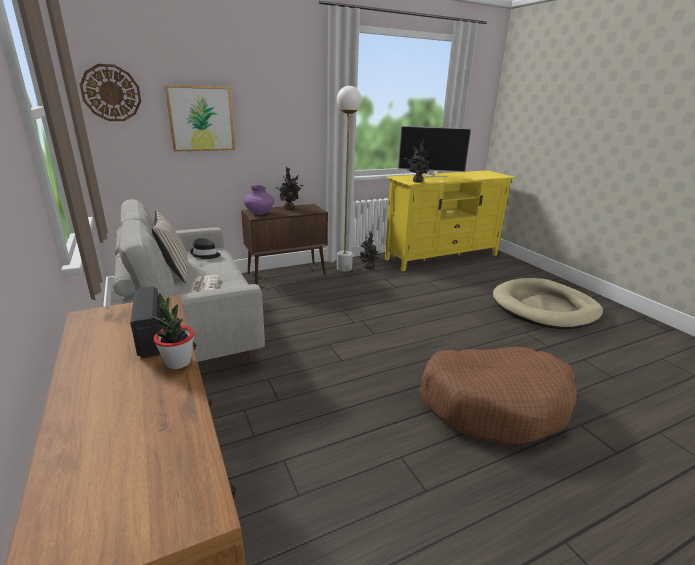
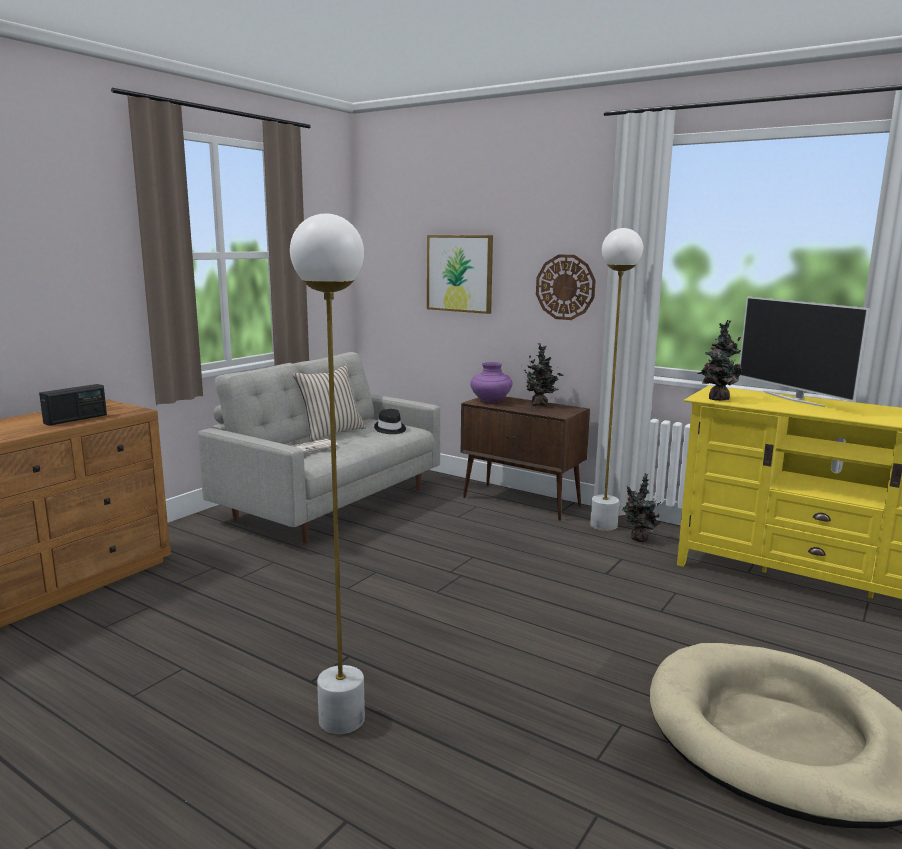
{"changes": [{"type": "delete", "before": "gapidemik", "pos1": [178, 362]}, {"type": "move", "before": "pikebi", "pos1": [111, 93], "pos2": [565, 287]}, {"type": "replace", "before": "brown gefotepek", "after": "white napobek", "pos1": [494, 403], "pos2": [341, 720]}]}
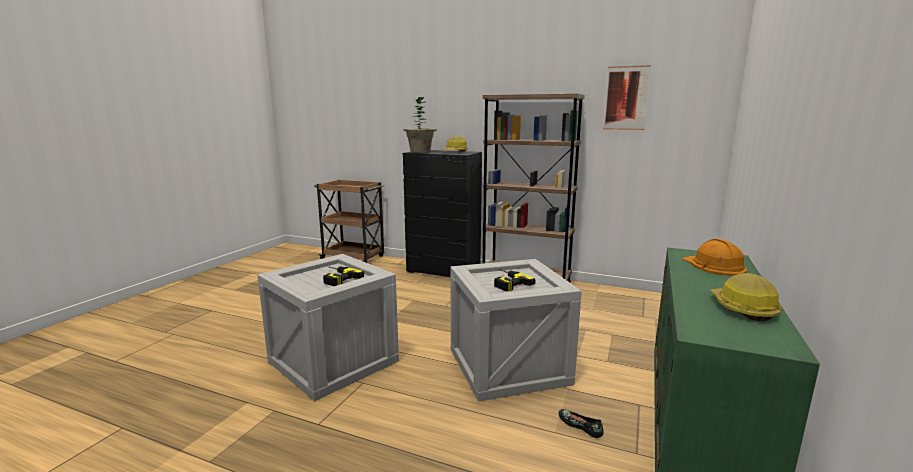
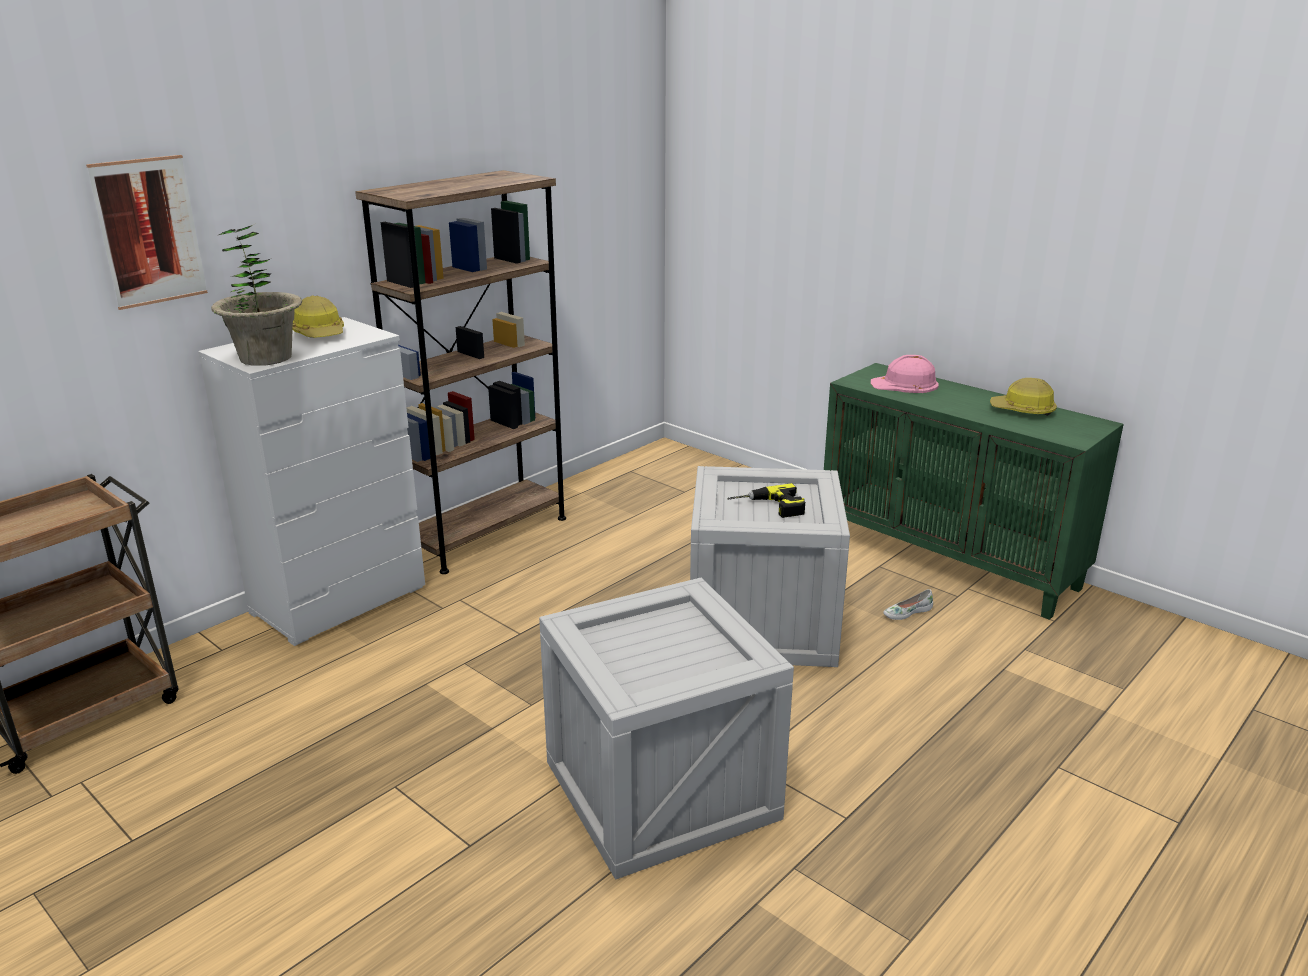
{"changes": [{"type": "delete", "before": "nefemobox", "pos1": [335, 278]}, {"type": "move", "before": "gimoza", "pos1": [626, 98], "pos2": [149, 232]}, {"type": "recolor", "before": "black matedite", "after": "white matedite", "pos1": [444, 270], "pos2": [340, 600]}, {"type": "recolor", "before": "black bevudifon", "after": "white bevudifon", "pos1": [580, 426], "pos2": [907, 612]}, {"type": "recolor", "before": "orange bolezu", "after": "pink bolezu", "pos1": [714, 265], "pos2": [905, 384]}]}
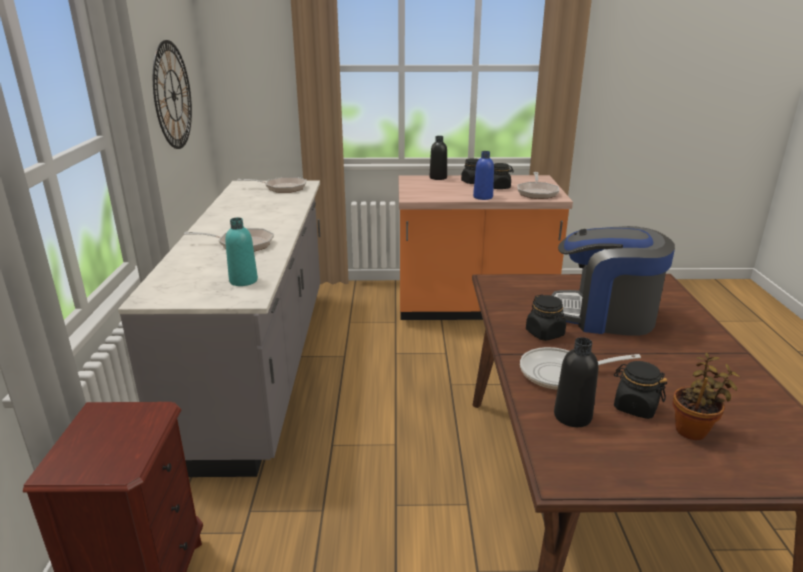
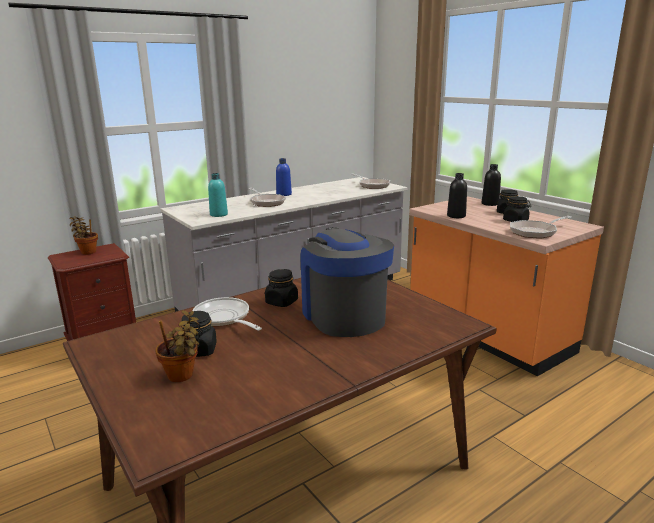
{"changes": [{"type": "delete", "before": "pikebi", "pos1": [173, 95]}, {"type": "insert", "after": "gapidemik", "pos2": [87, 252]}, {"type": "move", "before": "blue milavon", "pos1": [483, 197], "pos2": [284, 194]}, {"type": "move", "before": "black milavon", "pos1": [572, 416], "pos2": [456, 216]}]}
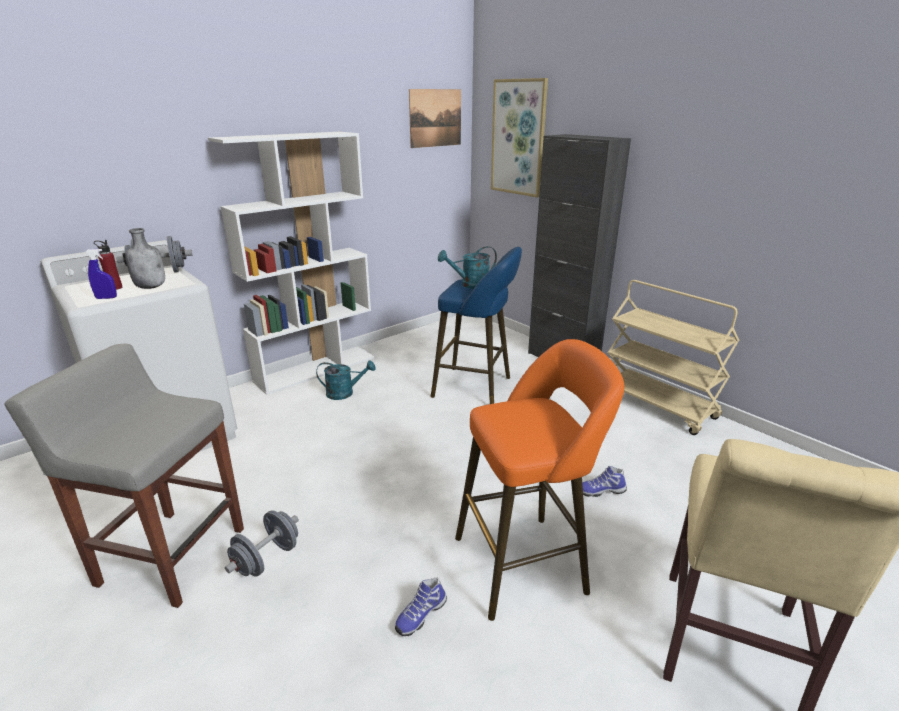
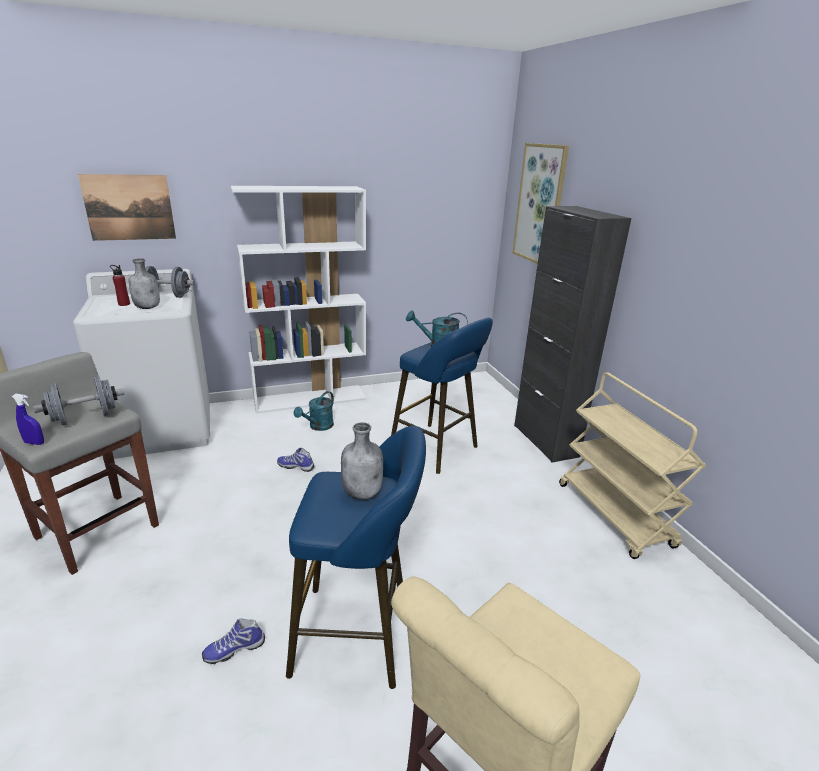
{"changes": [{"type": "insert", "after": "grey milavon", "pos2": [363, 492]}, {"type": "move", "before": "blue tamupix", "pos1": [106, 298], "pos2": [34, 443]}, {"type": "move", "before": "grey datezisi", "pos1": [267, 559], "pos2": [85, 418]}, {"type": "move", "before": "gimoza", "pos1": [435, 118], "pos2": [129, 207]}, {"type": "move", "before": "bevudifon", "pos1": [601, 490], "pos2": [296, 466]}, {"type": "recolor", "before": "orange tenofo", "after": "blue tenofo", "pos1": [526, 562], "pos2": [359, 635]}, {"type": "rotate", "before": "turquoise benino", "pos1": [345, 393], "pos2": [318, 427], "turn": 105}]}
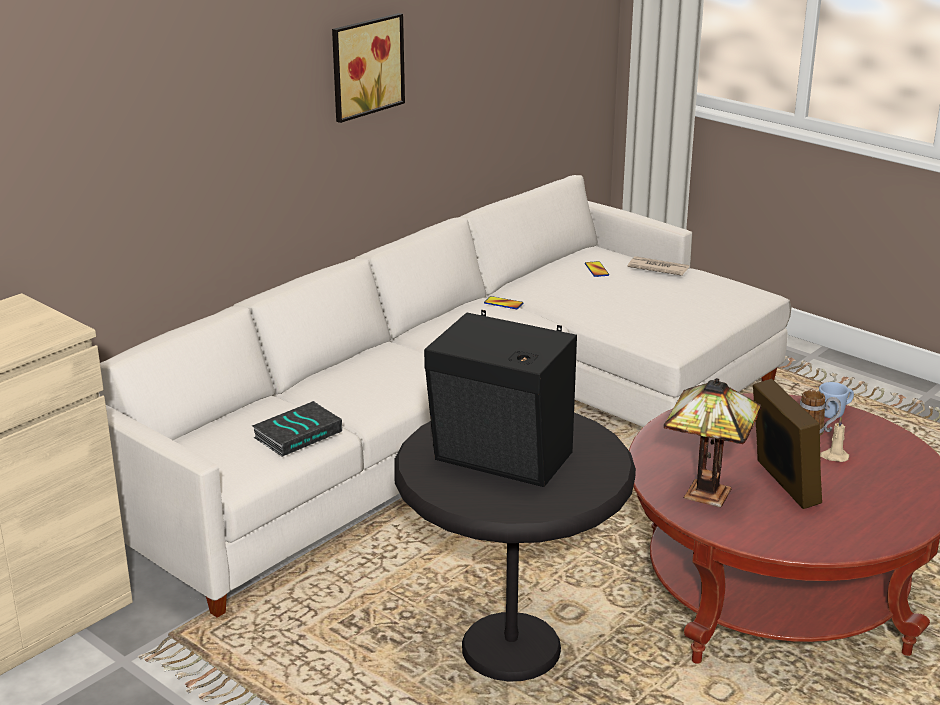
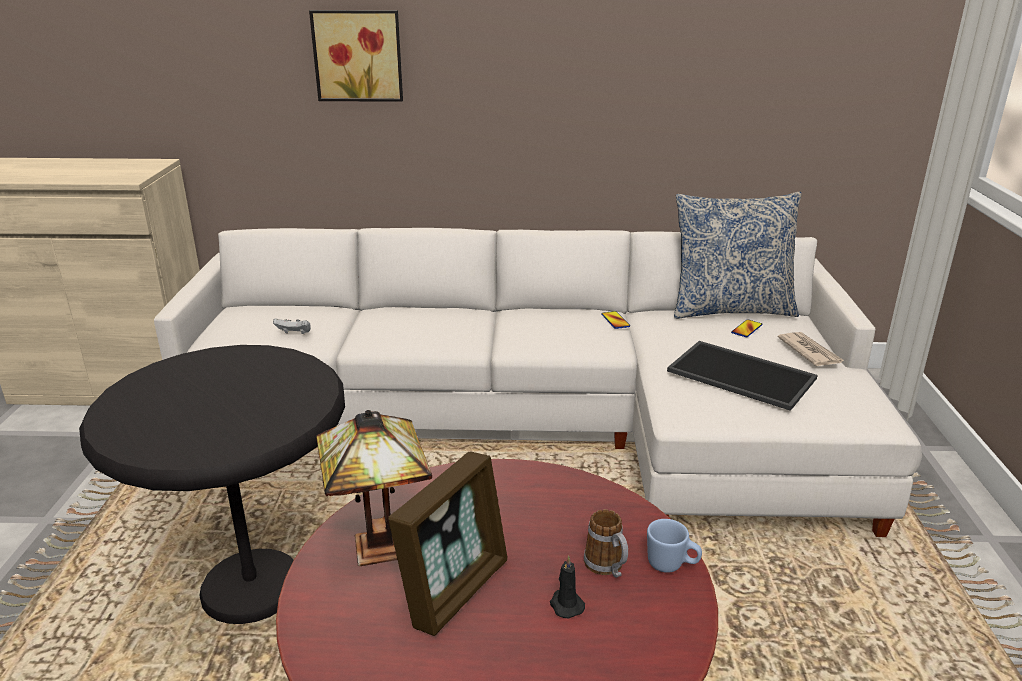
{"changes": [{"type": "delete", "before": "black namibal", "pos1": [503, 460]}, {"type": "insert", "after": "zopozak", "pos2": [743, 374]}, {"type": "insert", "after": "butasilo", "pos2": [730, 309]}, {"type": "move", "before": "gimoza", "pos1": [364, 66], "pos2": [358, 55]}, {"type": "replace", "before": "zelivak", "after": "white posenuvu", "pos1": [298, 434], "pos2": [294, 334]}, {"type": "recolor", "before": "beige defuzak", "after": "black defuzak", "pos1": [834, 456], "pos2": [565, 604]}]}
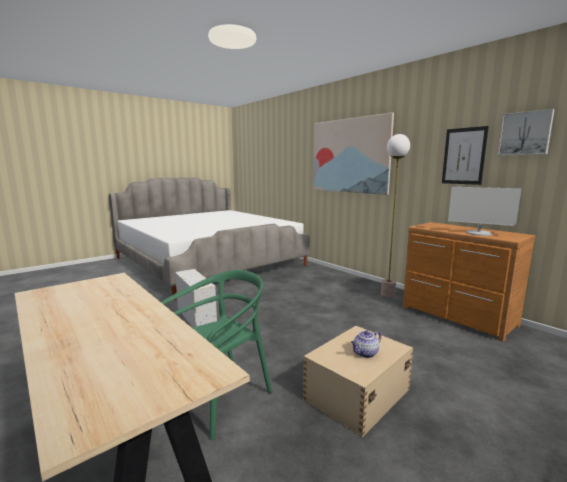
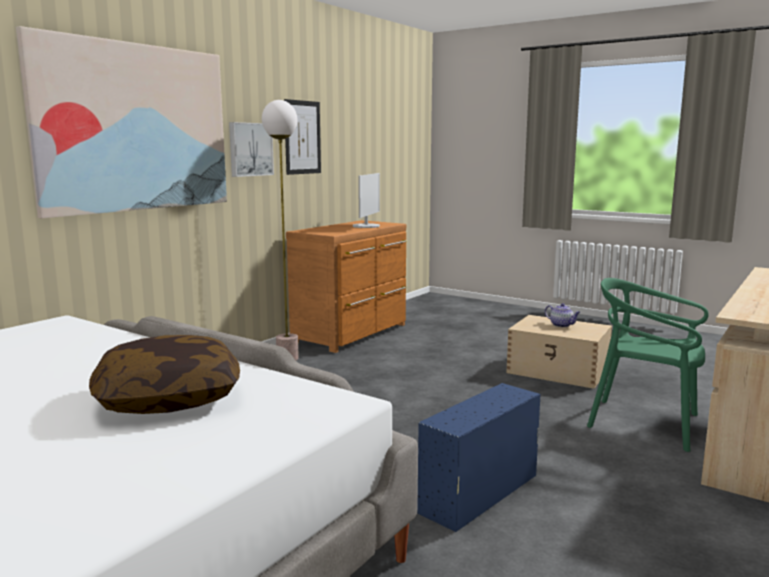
{"changes": [{"type": "insert", "after": "butasilo", "pos2": [169, 398]}, {"type": "move", "before": "gimoza", "pos1": [525, 133], "pos2": [250, 149]}, {"type": "recolor", "before": "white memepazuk", "after": "blue memepazuk", "pos1": [195, 317], "pos2": [478, 494]}]}
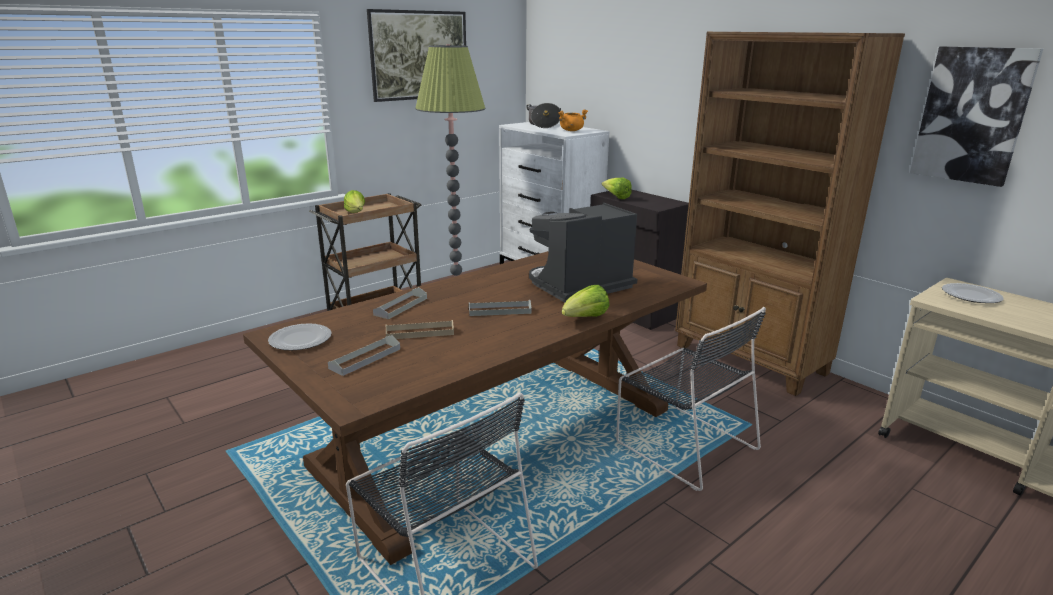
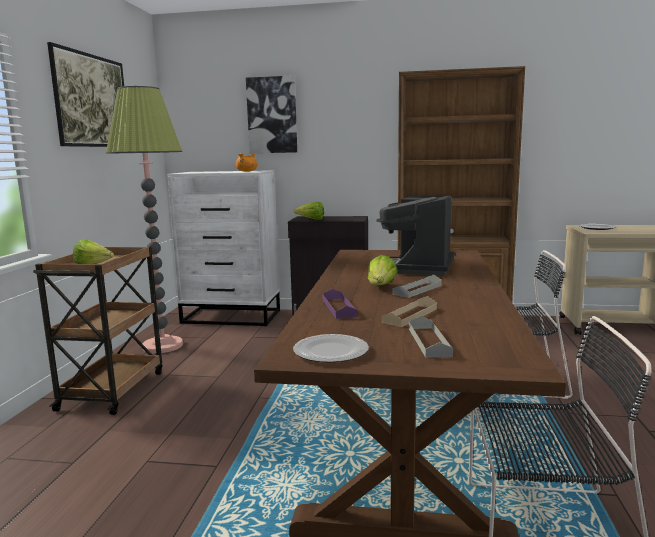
{"changes": [{"type": "delete", "before": "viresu", "pos1": [544, 125]}, {"type": "move", "before": "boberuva", "pos1": [585, 318], "pos2": [381, 287]}, {"type": "move", "before": "gimoza", "pos1": [972, 115], "pos2": [272, 115]}, {"type": "recolor", "before": "grey zopozak", "after": "purple zopozak", "pos1": [401, 306], "pos2": [339, 308]}]}
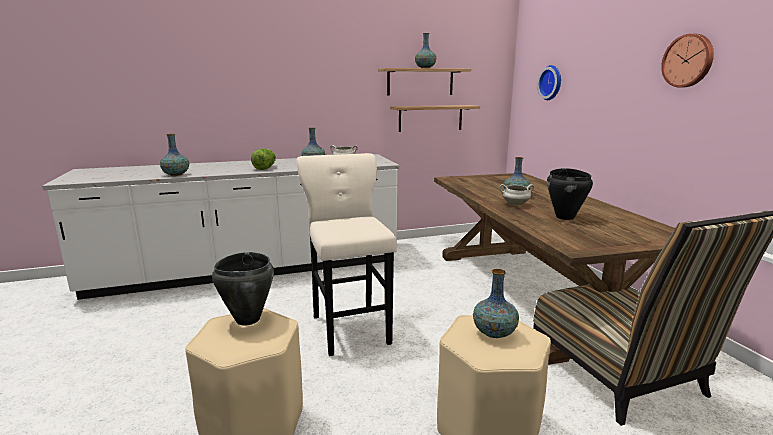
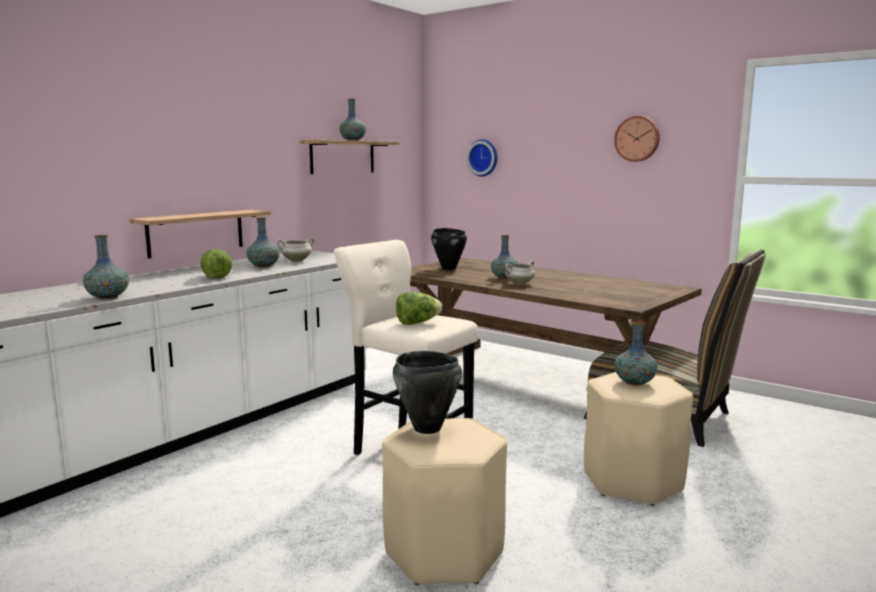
{"changes": [{"type": "insert", "after": "boberuva", "pos2": [417, 323]}, {"type": "move", "before": "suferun", "pos1": [430, 118], "pos2": [196, 233]}, {"type": "move", "before": "black viresu", "pos1": [565, 217], "pos2": [449, 268]}]}
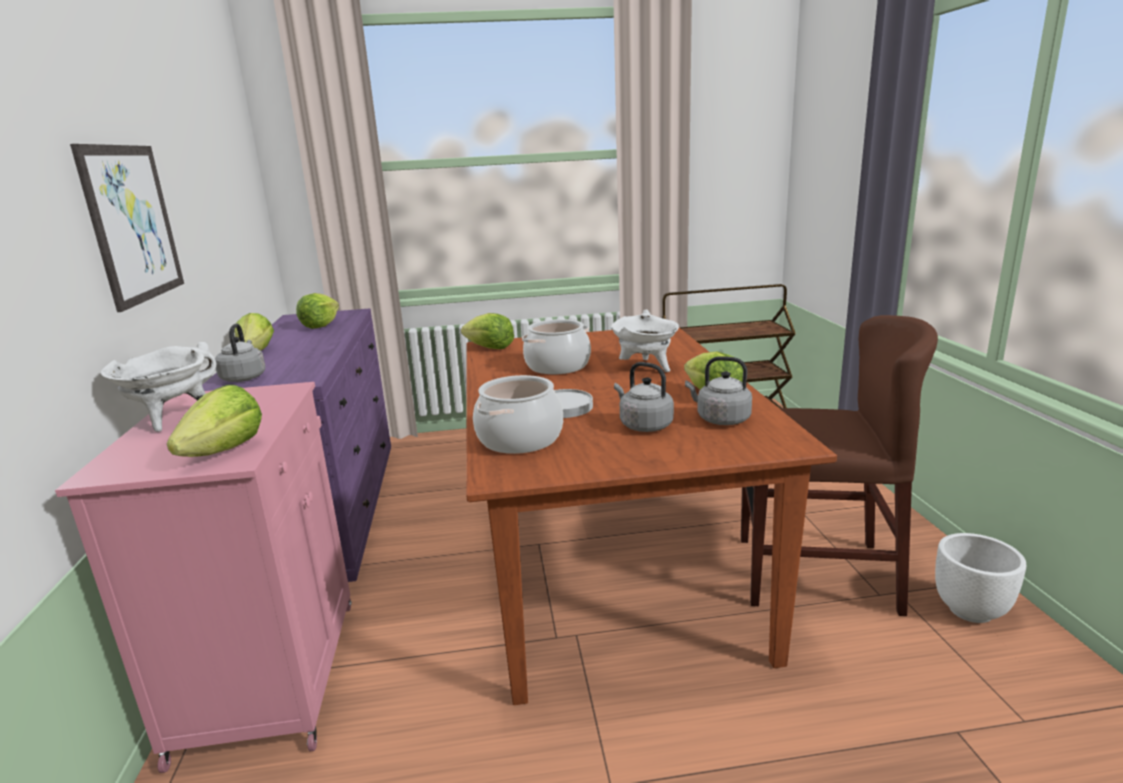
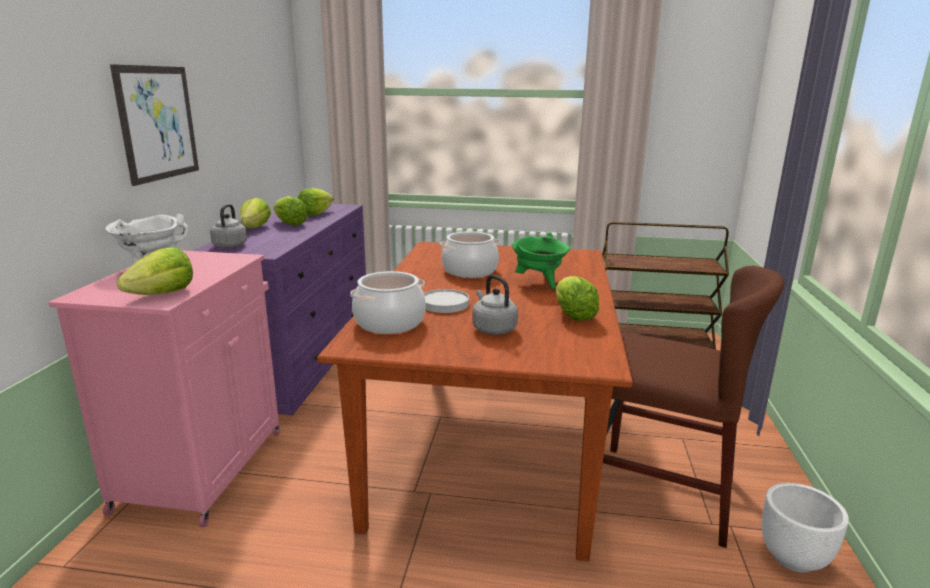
{"changes": [{"type": "delete", "before": "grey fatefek", "pos1": [720, 419]}, {"type": "move", "before": "boberuva", "pos1": [489, 348], "pos2": [289, 224]}, {"type": "recolor", "before": "white viresu", "after": "green viresu", "pos1": [646, 368], "pos2": [539, 283]}]}
